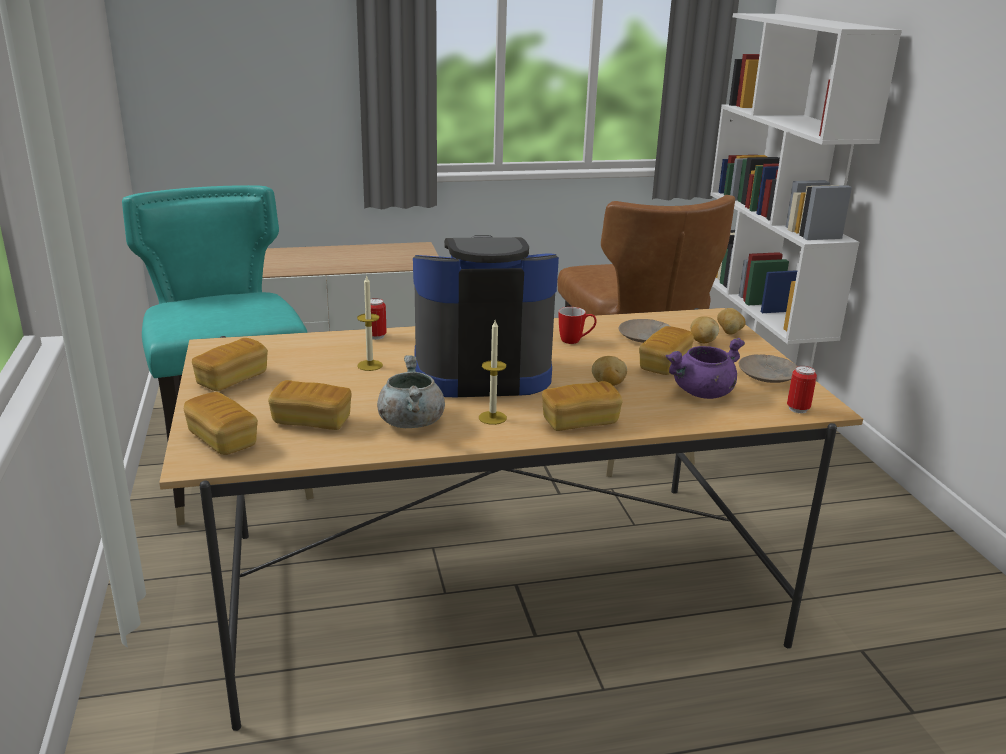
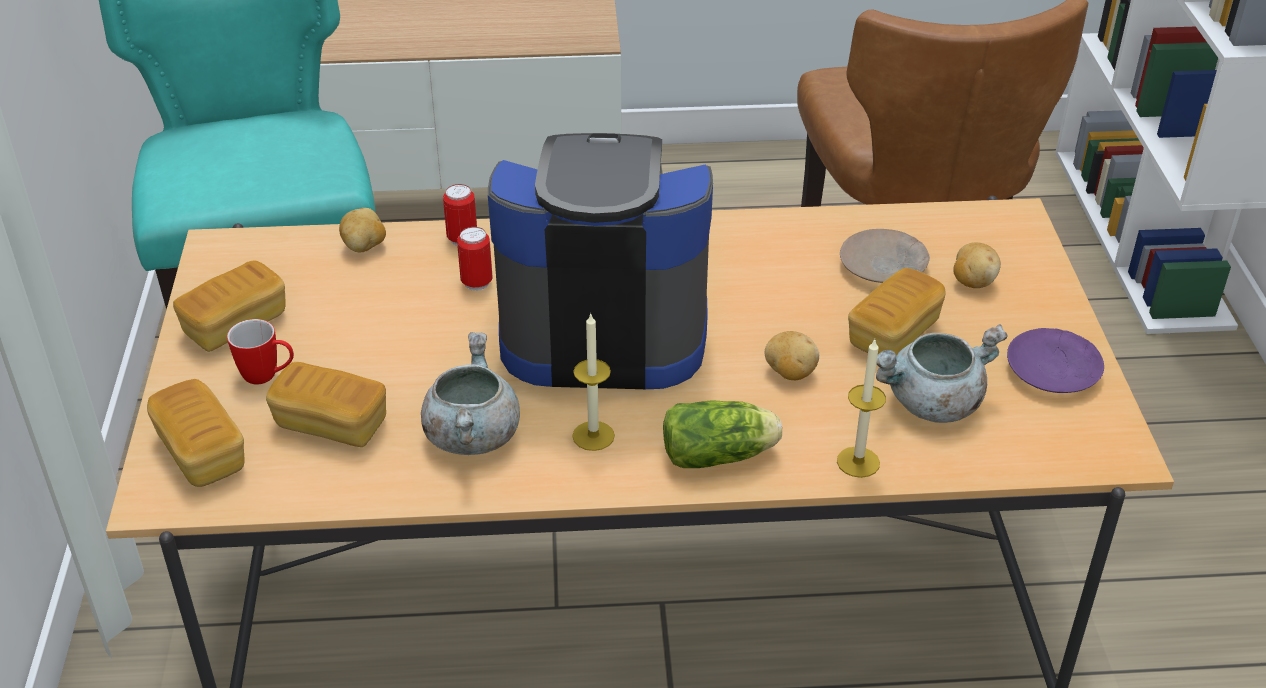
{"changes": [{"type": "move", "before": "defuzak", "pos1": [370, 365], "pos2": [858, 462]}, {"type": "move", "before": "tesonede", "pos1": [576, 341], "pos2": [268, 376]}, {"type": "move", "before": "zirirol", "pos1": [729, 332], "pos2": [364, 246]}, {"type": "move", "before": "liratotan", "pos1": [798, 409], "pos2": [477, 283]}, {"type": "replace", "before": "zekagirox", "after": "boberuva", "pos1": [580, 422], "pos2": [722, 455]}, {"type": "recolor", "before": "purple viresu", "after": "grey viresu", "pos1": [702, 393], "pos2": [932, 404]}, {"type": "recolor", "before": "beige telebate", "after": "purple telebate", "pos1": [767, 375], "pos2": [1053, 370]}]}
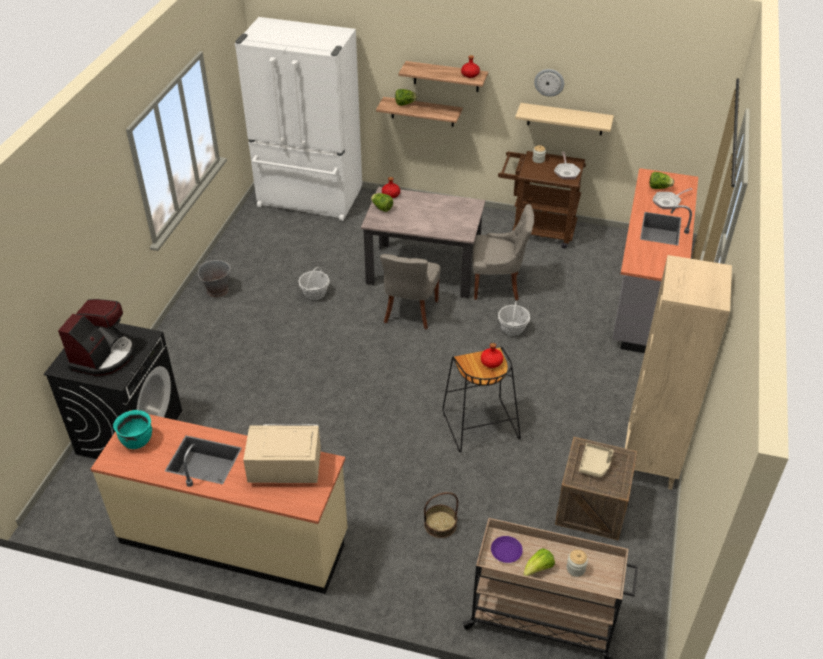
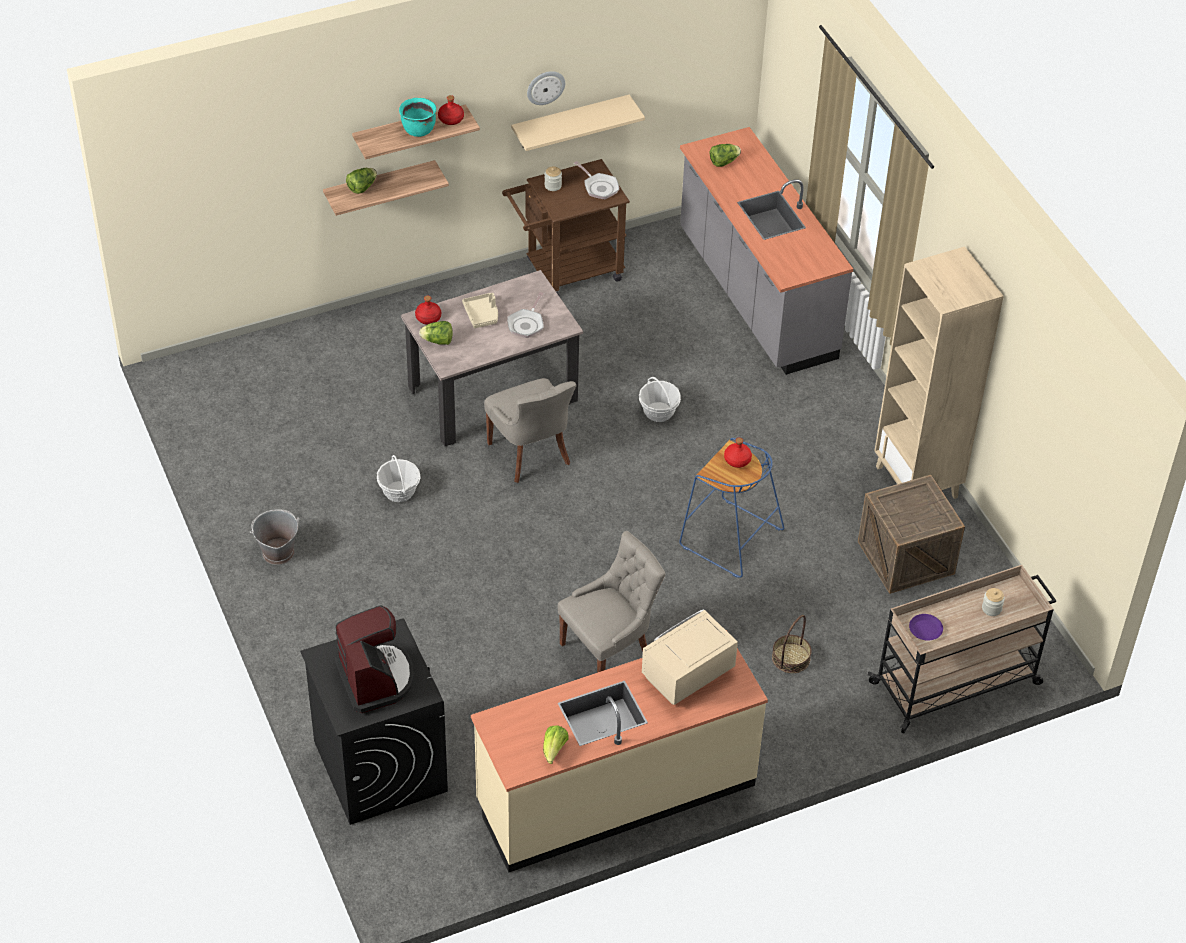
{"changes": [{"type": "delete", "before": "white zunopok", "pos1": [309, 199]}, {"type": "move", "before": "turquoise viresu", "pos1": [137, 440], "pos2": [418, 130]}, {"type": "move", "before": "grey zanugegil", "pos1": [498, 285], "pos2": [609, 652]}, {"type": "move", "before": "boberuva", "pos1": [538, 569], "pos2": [554, 750]}, {"type": "move", "before": "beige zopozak", "pos1": [595, 464], "pos2": [482, 315]}, {"type": "move", "before": "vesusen", "pos1": [668, 202], "pos2": [526, 324]}, {"type": "recolor", "before": "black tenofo", "after": "blue tenofo", "pos1": [479, 424], "pos2": [729, 538]}]}
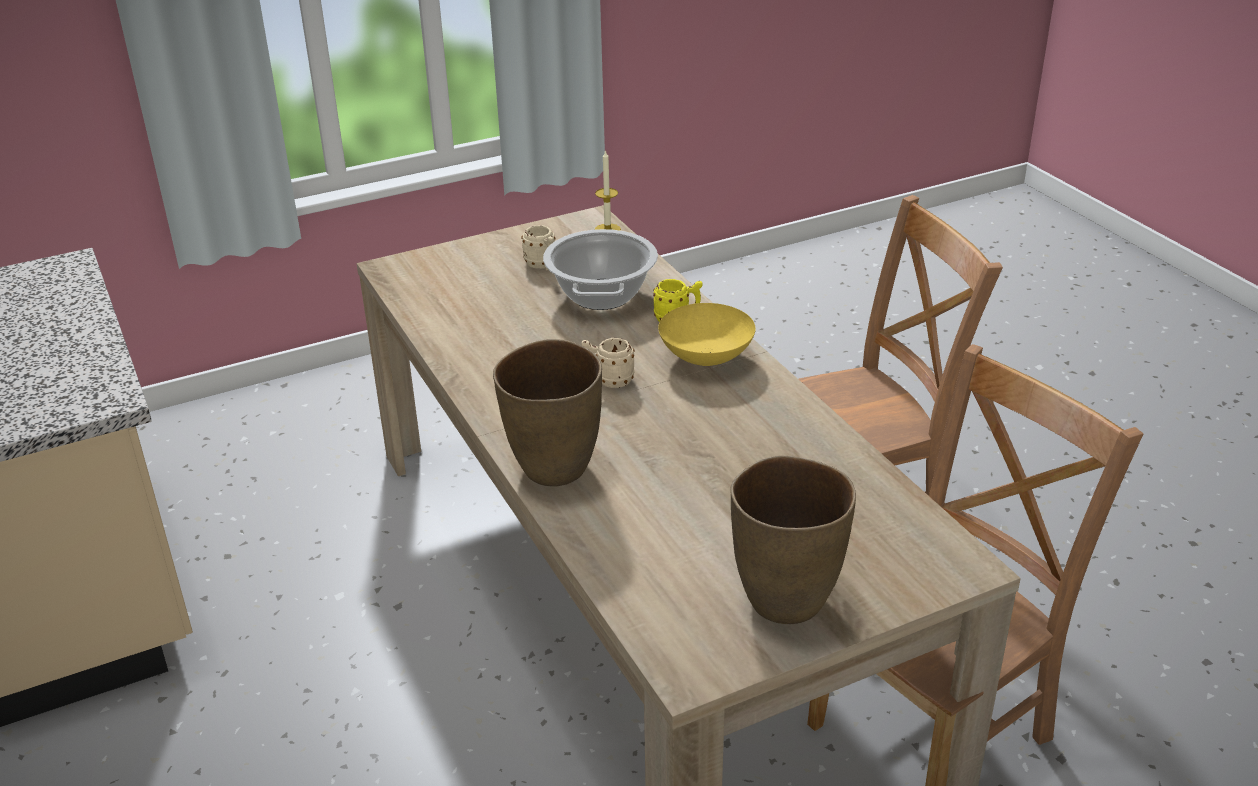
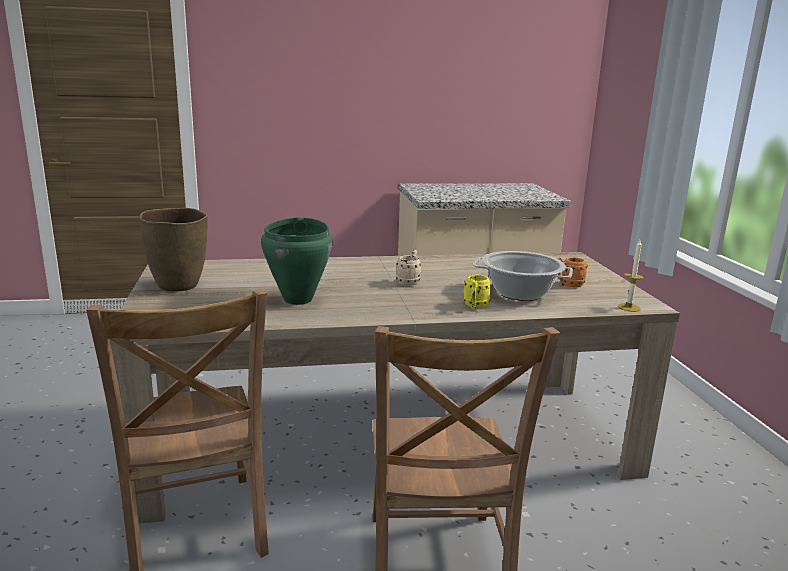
{"changes": [{"type": "delete", "before": "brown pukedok", "pos1": [554, 470]}, {"type": "delete", "before": "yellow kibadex", "pos1": [707, 357]}, {"type": "insert", "after": "green viresu", "pos2": [298, 299]}, {"type": "recolor", "before": "beige tesonede", "after": "orange tesonede", "pos1": [543, 266], "pos2": [568, 285]}]}
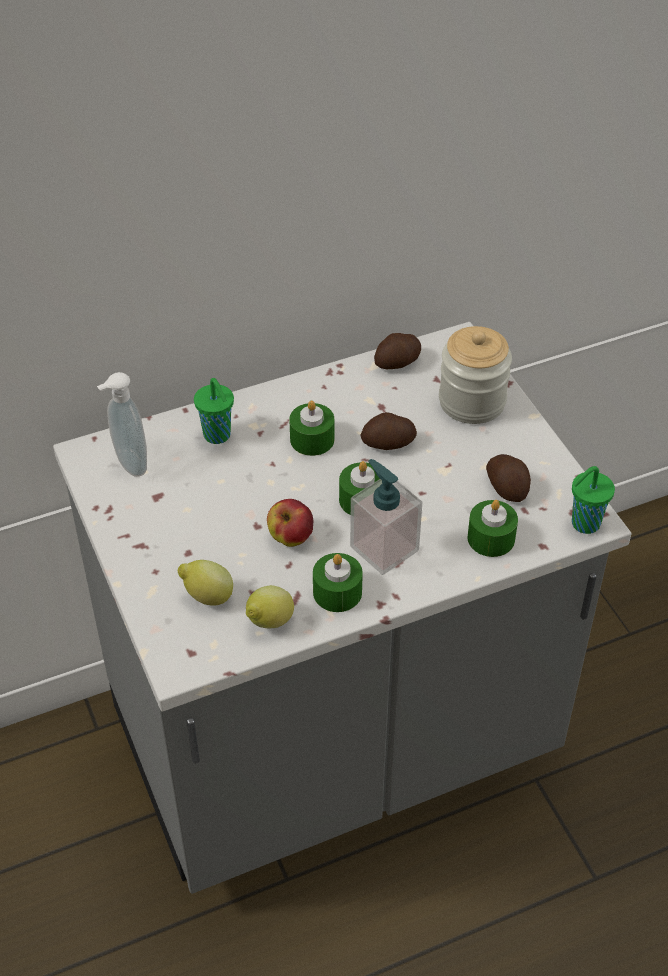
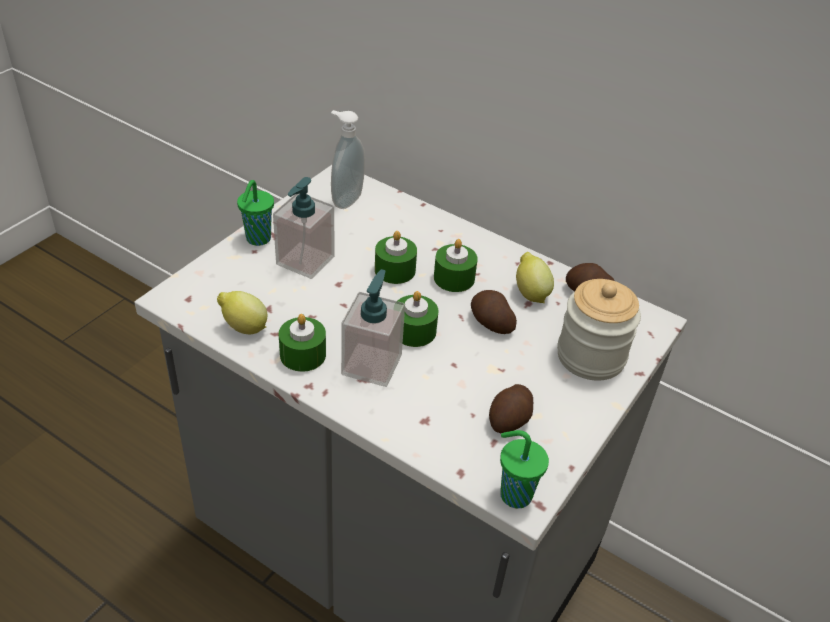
{"changes": [{"type": "delete", "before": "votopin", "pos1": [290, 537]}, {"type": "insert", "after": "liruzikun", "pos2": [305, 260]}, {"type": "move", "before": "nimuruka", "pos1": [207, 597], "pos2": [530, 293]}, {"type": "move", "before": "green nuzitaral", "pos1": [218, 436], "pos2": [257, 239]}, {"type": "move", "before": "green defuzak", "pos1": [491, 538], "pos2": [395, 270]}]}
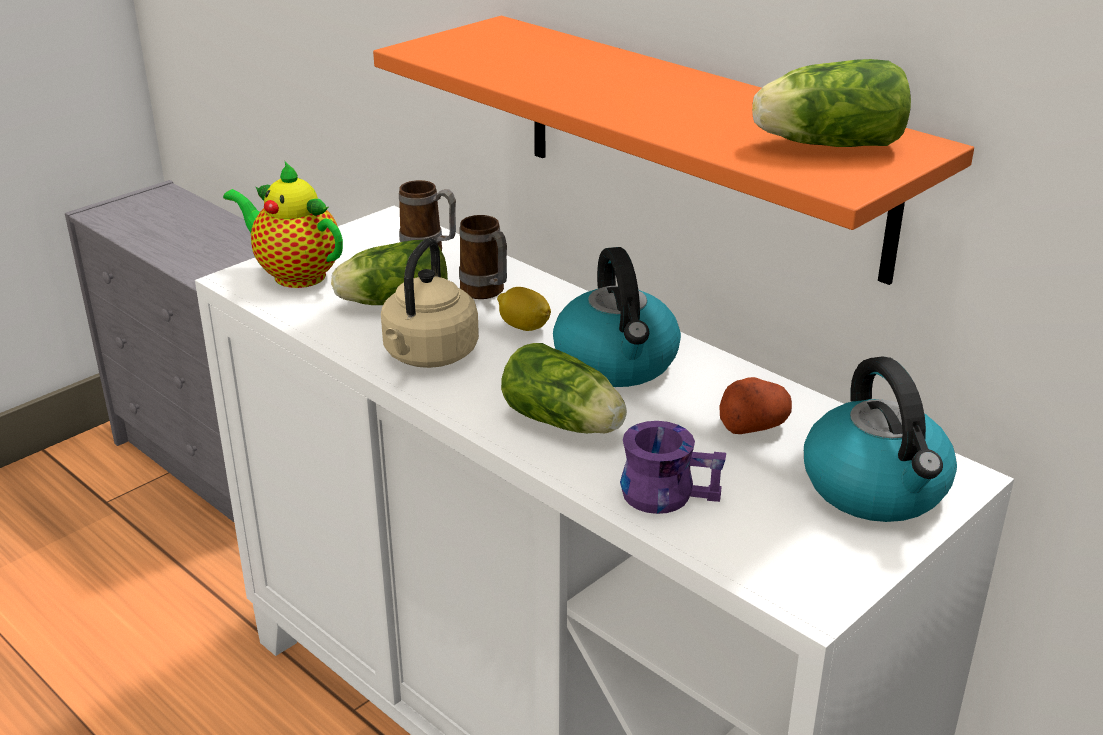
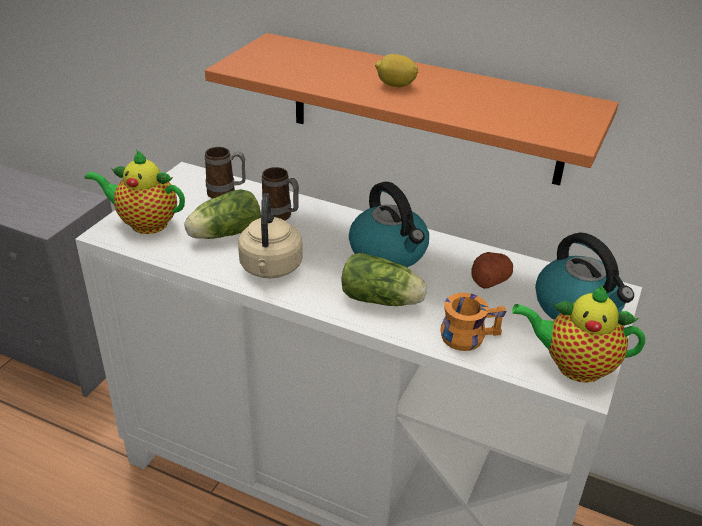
{"changes": [{"type": "delete", "before": "boberuva", "pos1": [824, 144]}, {"type": "insert", "after": "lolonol", "pos2": [573, 366]}, {"type": "move", "before": "nimuruka", "pos1": [524, 327], "pos2": [395, 85]}, {"type": "recolor", "before": "purple tesonede", "after": "orange tesonede", "pos1": [668, 491], "pos2": [468, 334]}]}
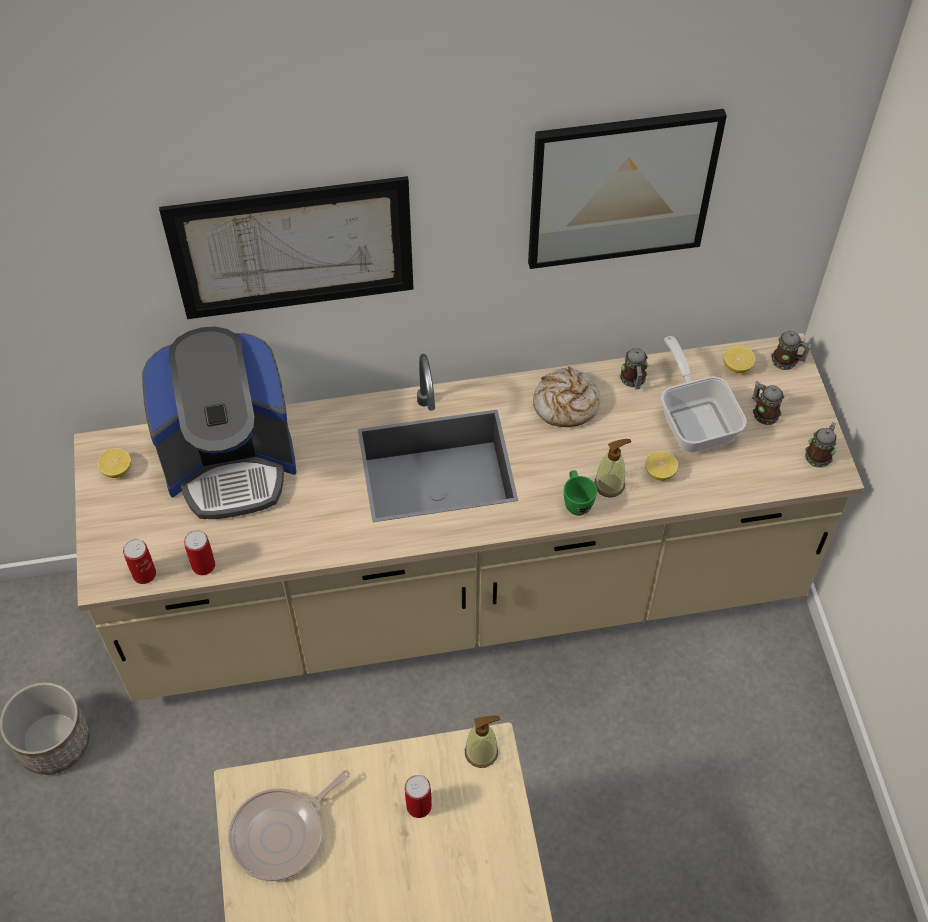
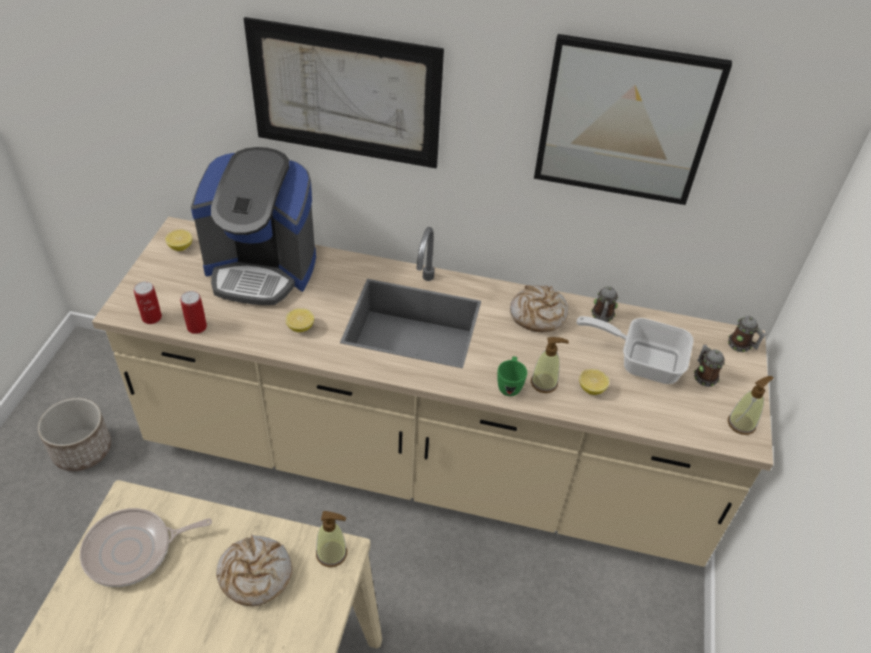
{"changes": [{"type": "move", "before": "nimuruka", "pos1": [737, 366], "pos2": [300, 327]}, {"type": "replace", "before": "liratotan", "after": "zekagirox", "pos1": [419, 806], "pos2": [255, 575]}, {"type": "replace", "before": "tesonede", "after": "liruzikun", "pos1": [819, 454], "pos2": [741, 424]}, {"type": "rotate", "before": "vesusen", "pos1": [695, 419], "pos2": [641, 361], "turn": -75}]}
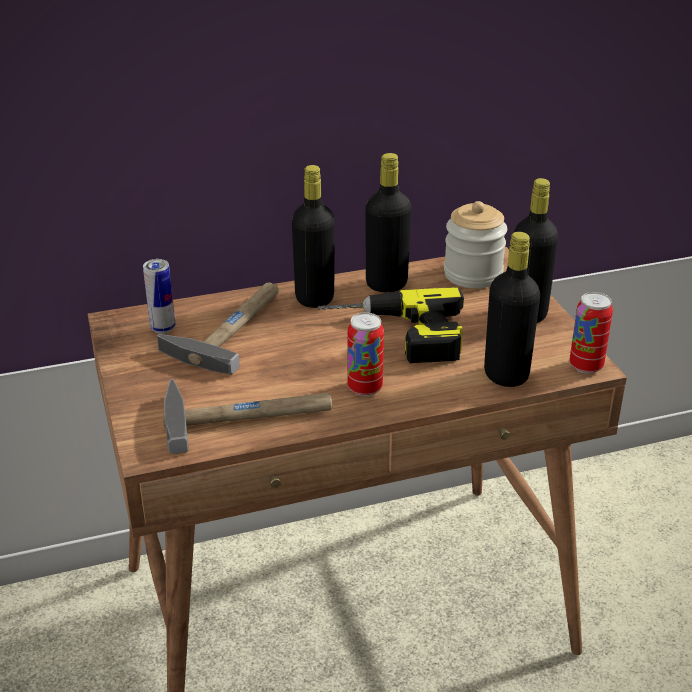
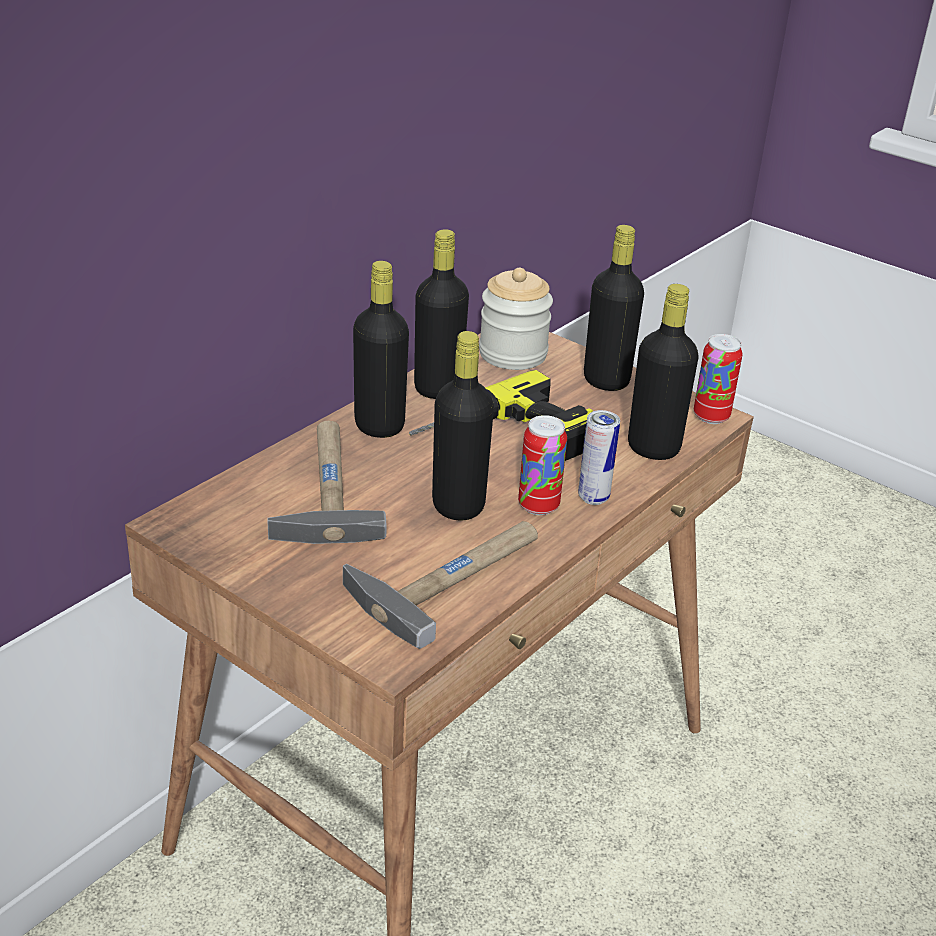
{"changes": [{"type": "insert", "after": "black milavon", "pos2": [458, 506]}, {"type": "move", "before": "liratotan", "pos1": [163, 328], "pos2": [593, 498]}]}
